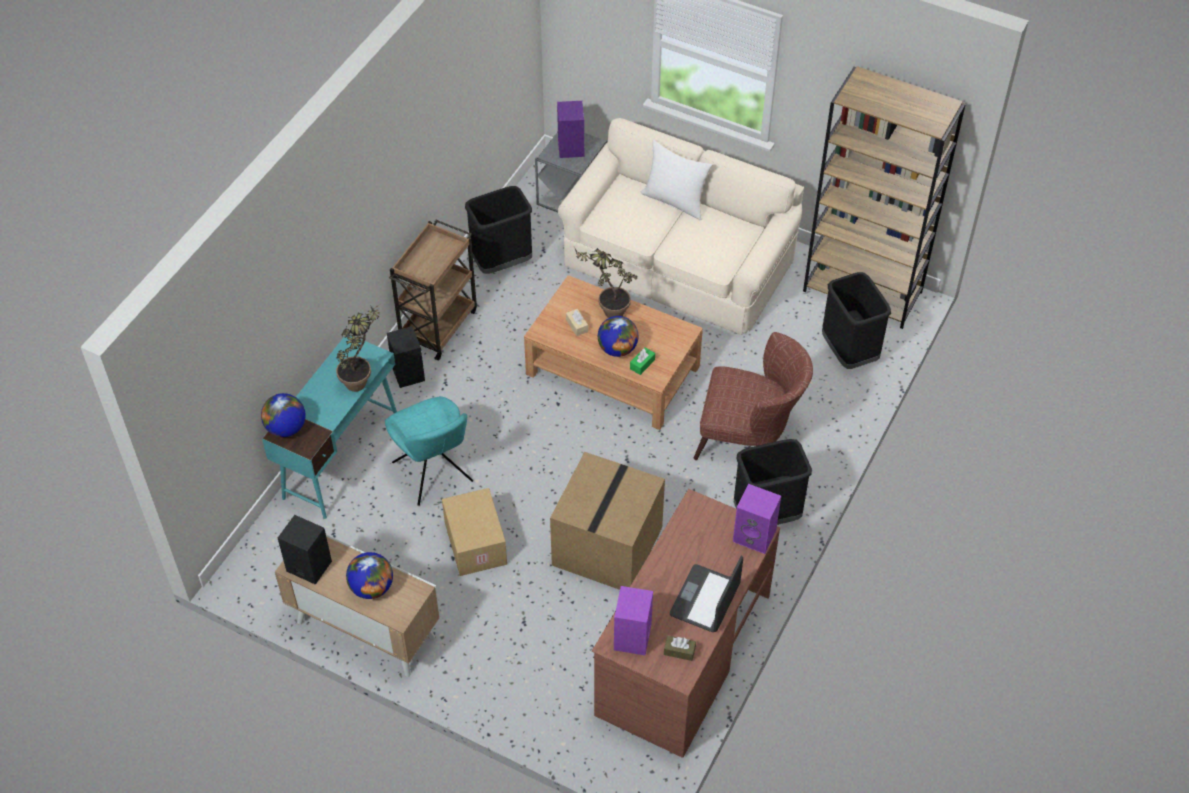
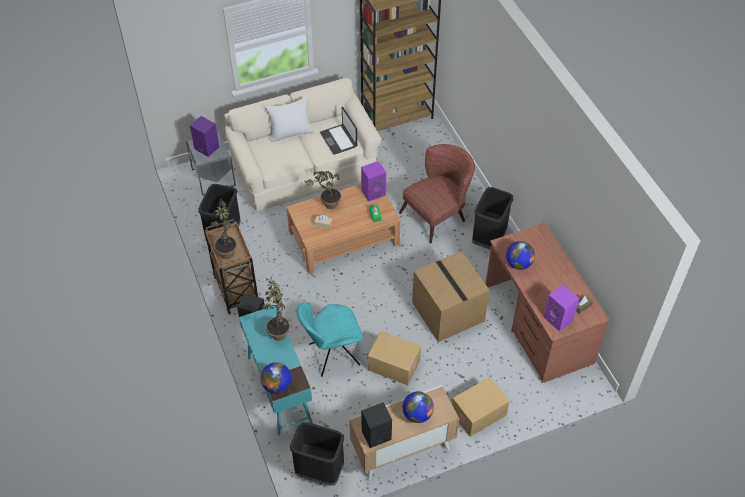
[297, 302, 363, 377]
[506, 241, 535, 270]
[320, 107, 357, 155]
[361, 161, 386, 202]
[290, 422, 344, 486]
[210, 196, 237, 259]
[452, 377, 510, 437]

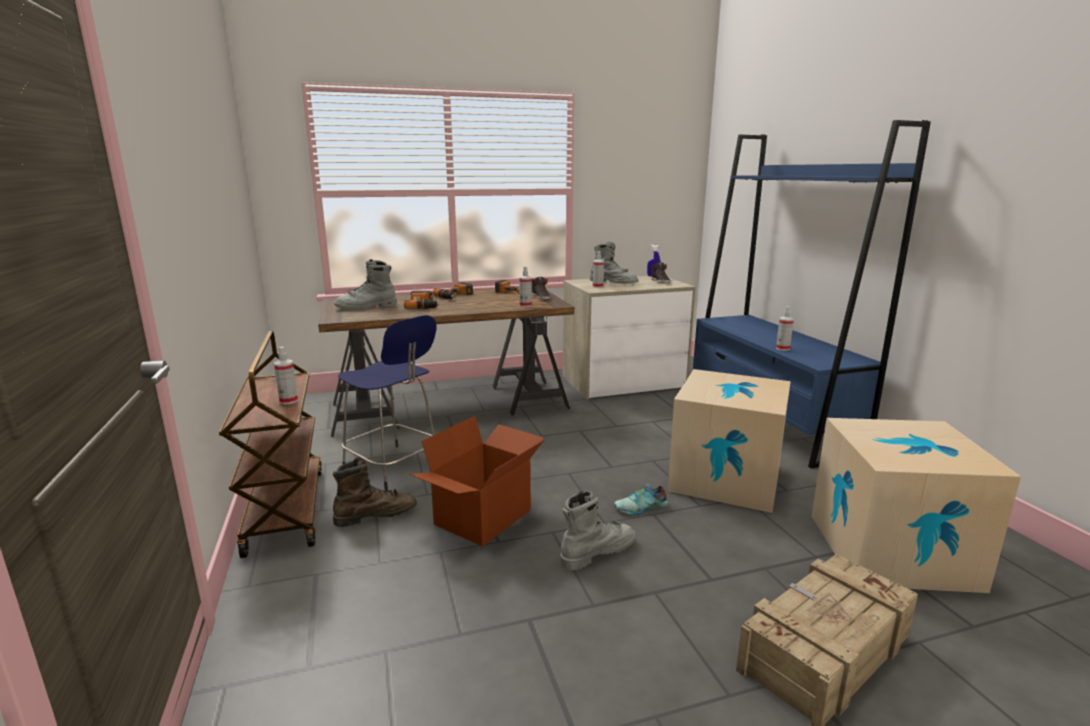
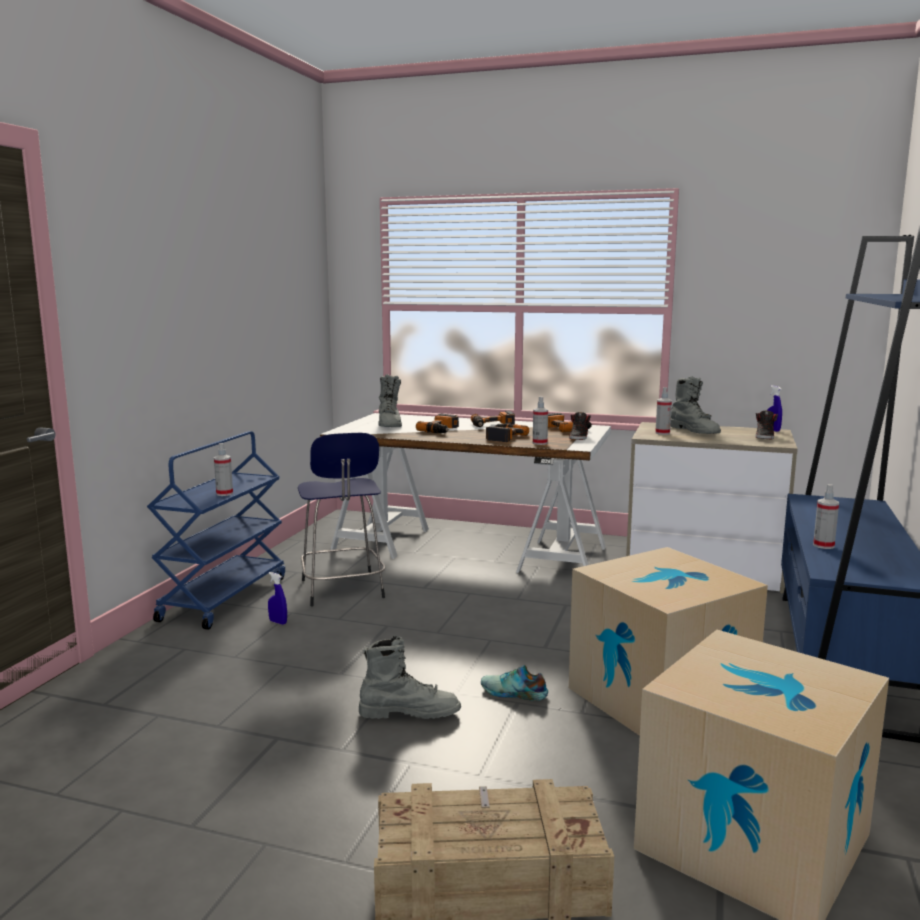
[147, 431, 285, 630]
[320, 413, 611, 573]
[268, 572, 287, 625]
[378, 374, 402, 427]
[410, 416, 544, 546] (first image)
[486, 423, 529, 442]

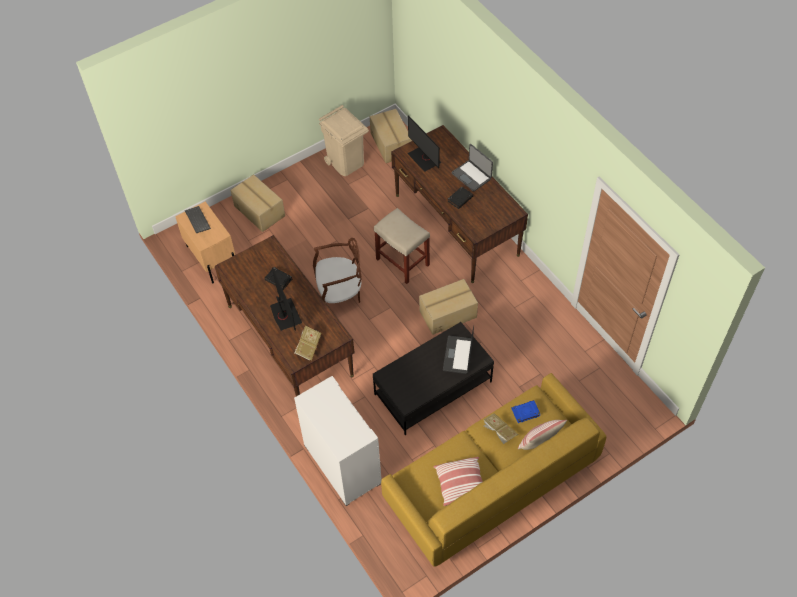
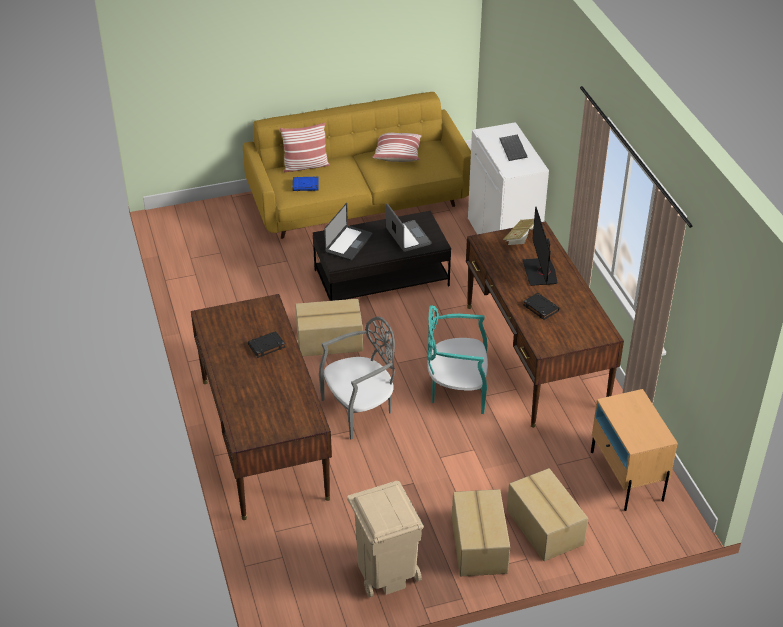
[499, 134, 528, 161]
[427, 305, 488, 414]
[452, 489, 510, 576]
[319, 316, 395, 439]
[407, 115, 441, 172] (first image)
[386, 203, 432, 252]
[483, 413, 518, 444] (first image)

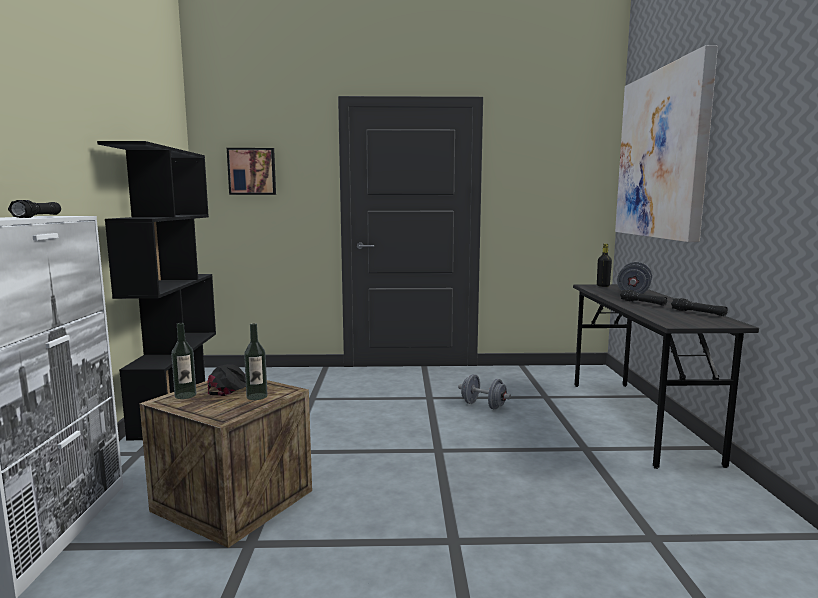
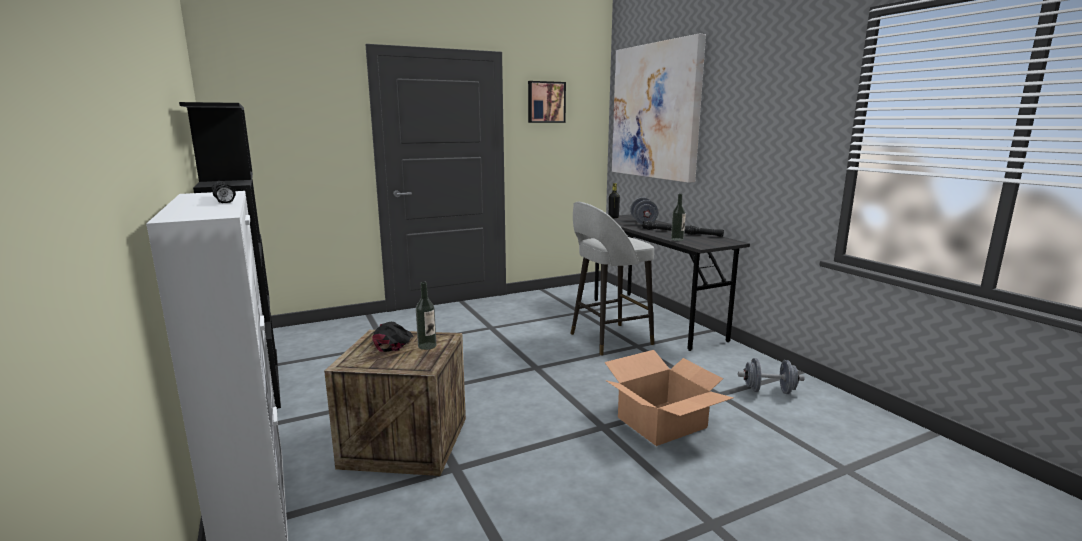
[671, 194, 686, 241]
[528, 81, 566, 123]
[738, 358, 805, 394]
[570, 202, 654, 356]
[605, 350, 733, 446]

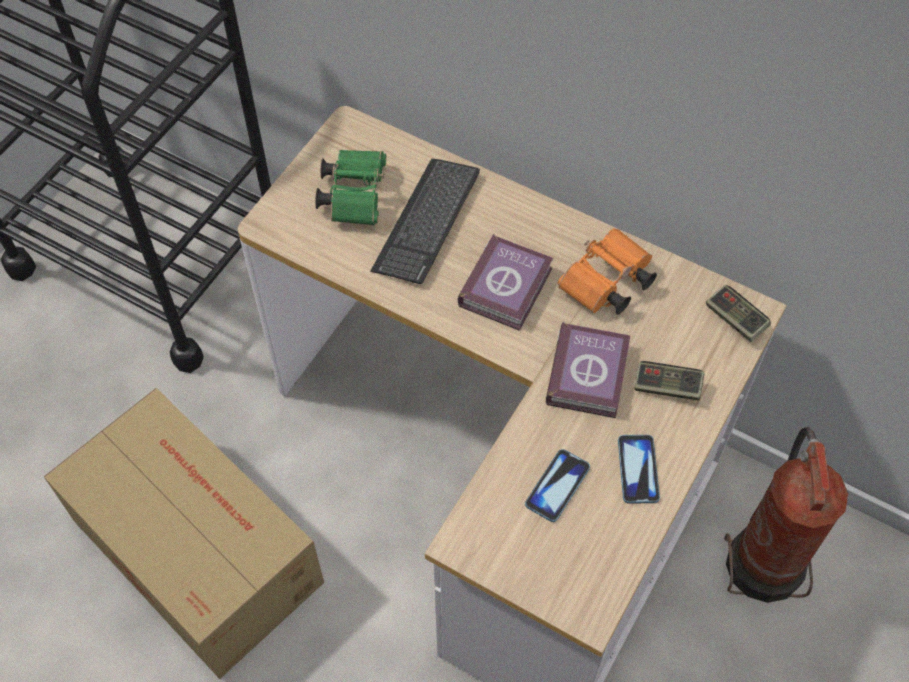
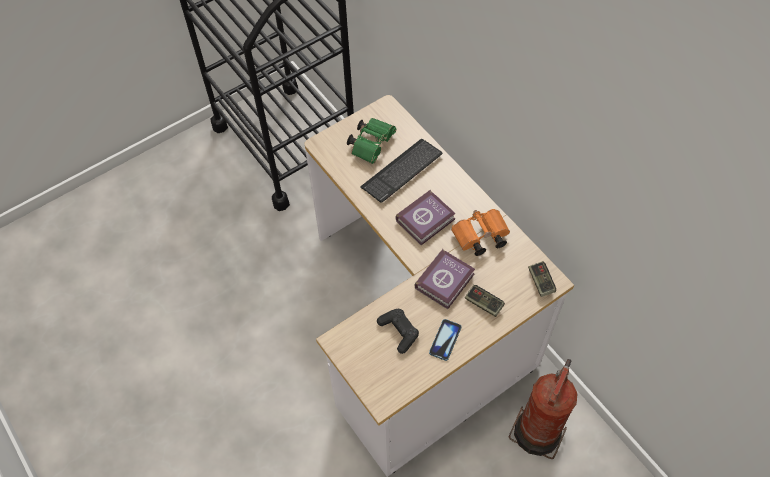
[44, 388, 324, 679] (first image)
[377, 309, 419, 354]

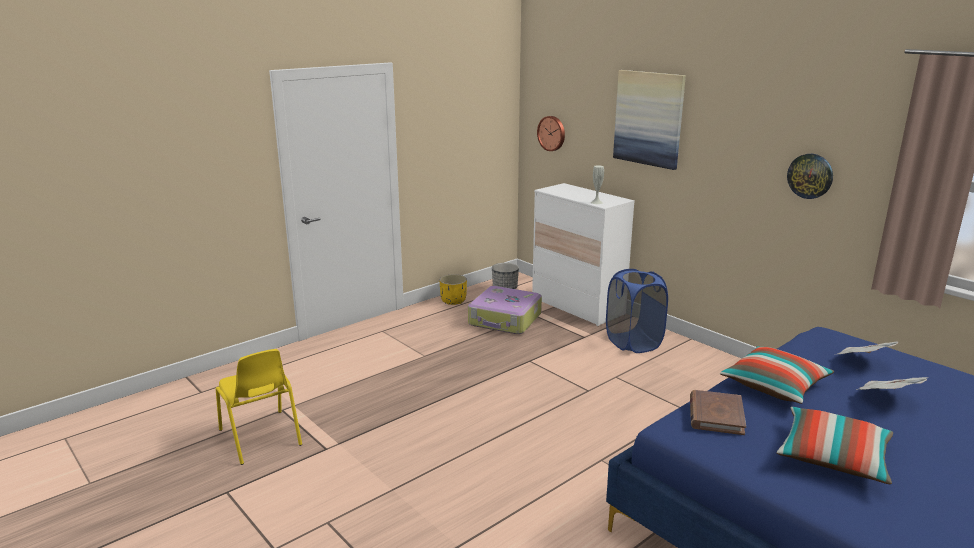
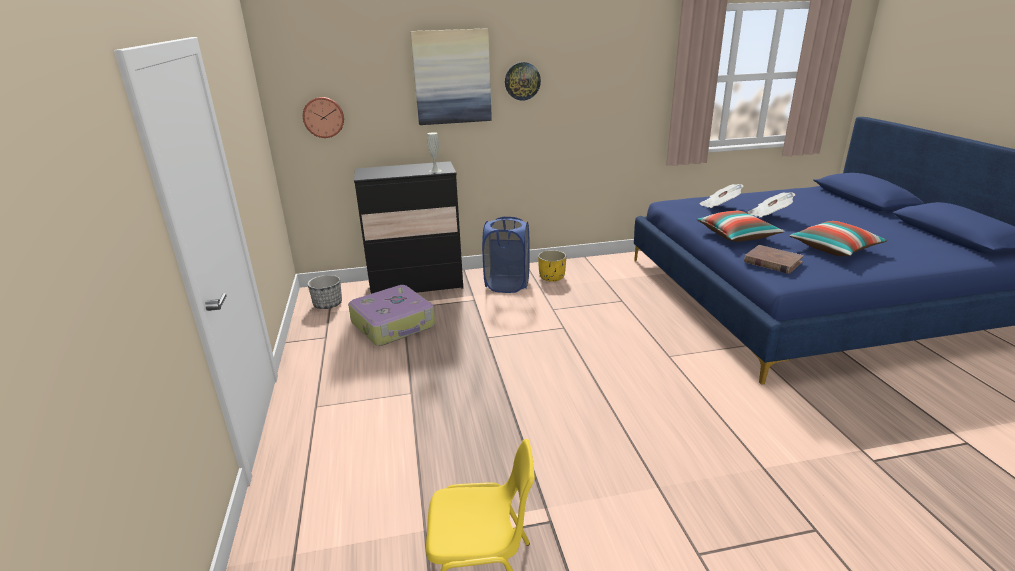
[538, 250, 566, 282]
[354, 161, 463, 294]
[505, 62, 541, 101]

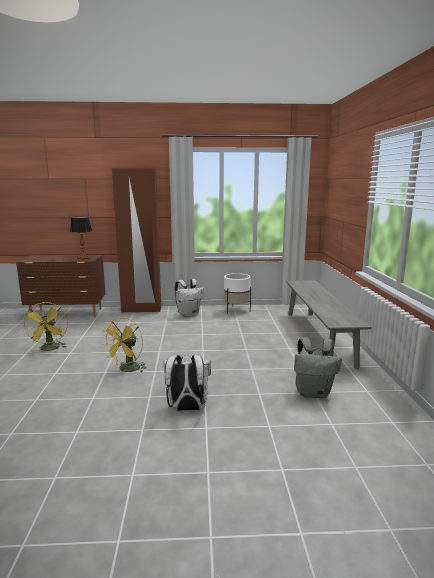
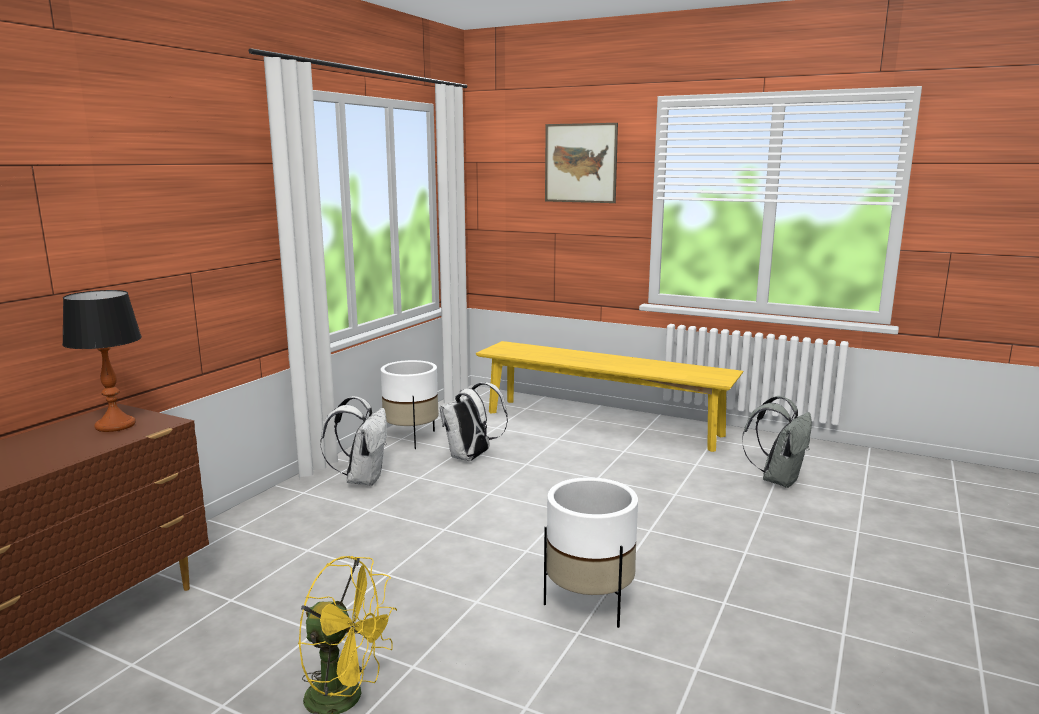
[544, 477, 638, 628]
[112, 168, 161, 313] (first image)
[440, 382, 508, 461]
[476, 341, 743, 452]
[545, 123, 618, 203]

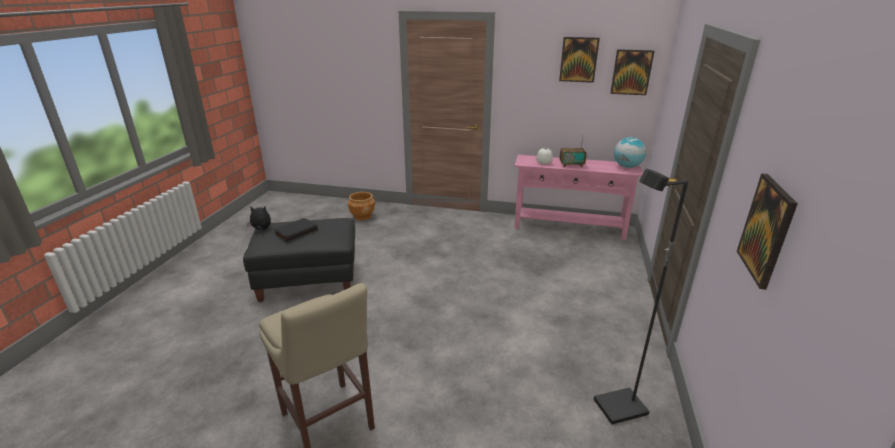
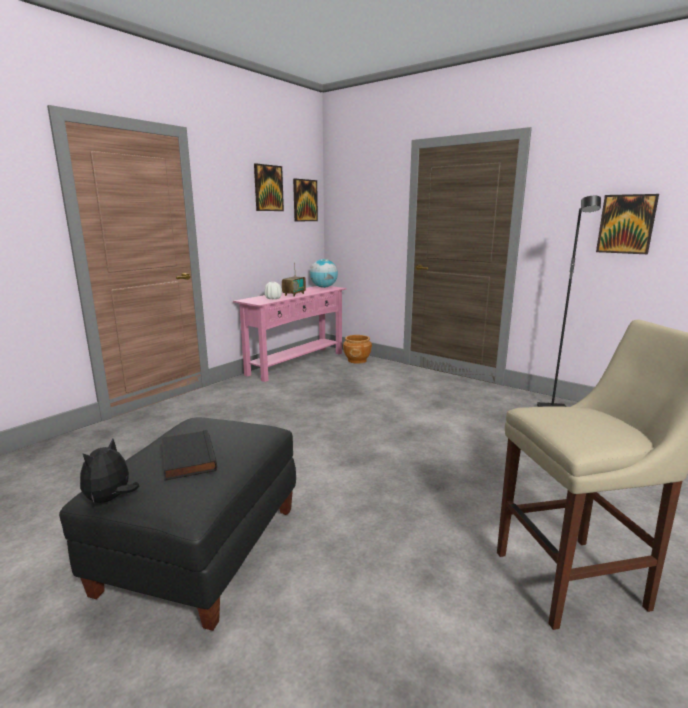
[343, 335, 372, 364]

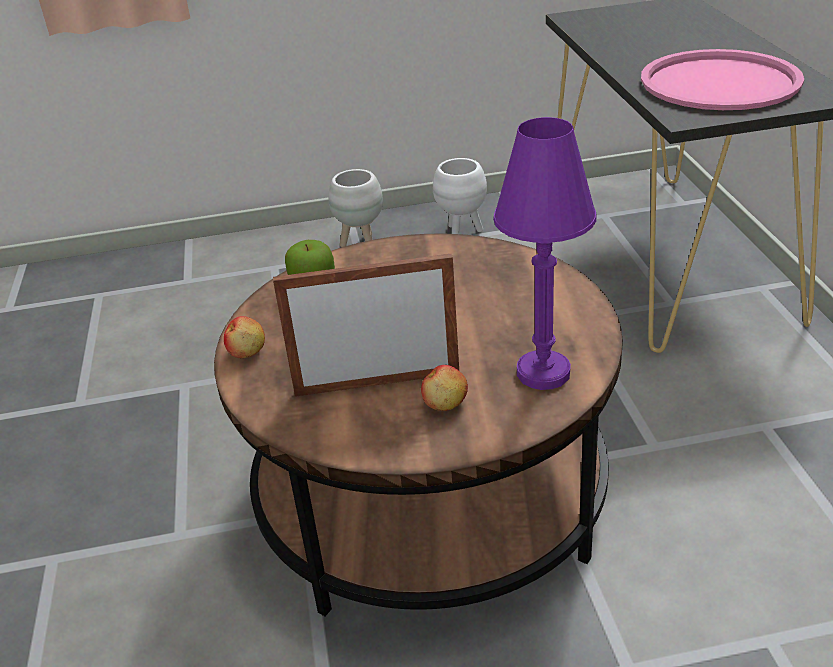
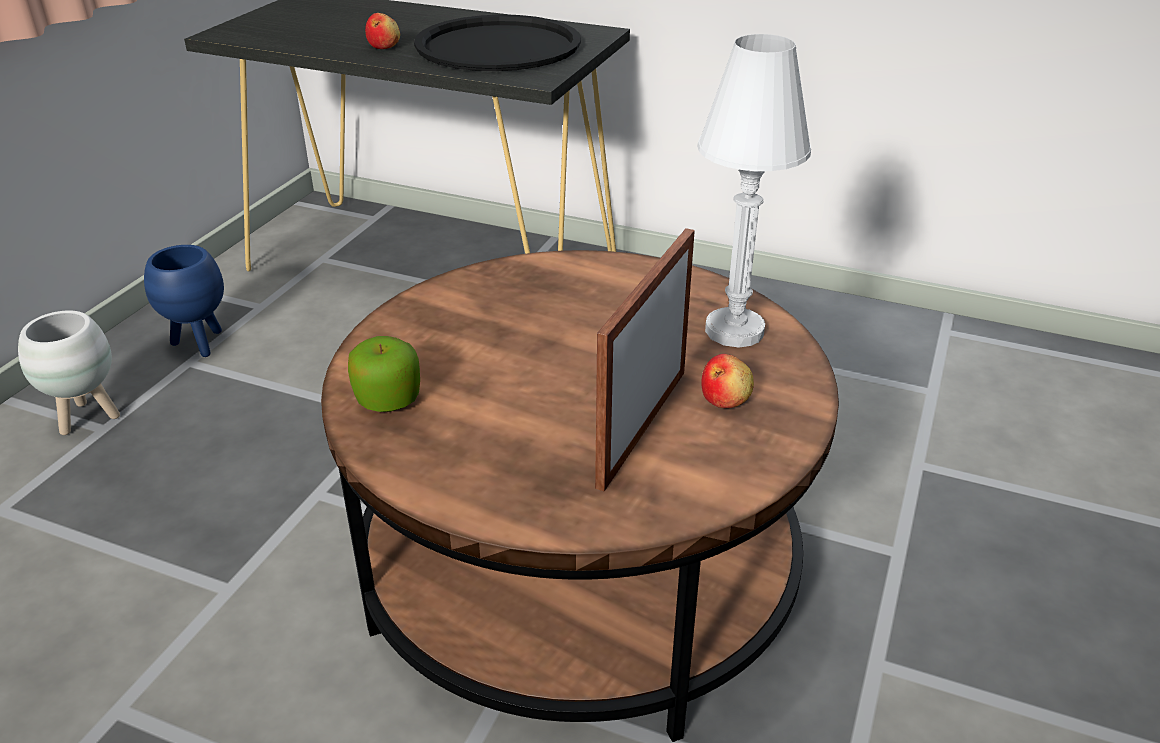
[365, 13, 400, 49]
[144, 245, 224, 357]
[697, 34, 811, 347]
[414, 15, 581, 71]

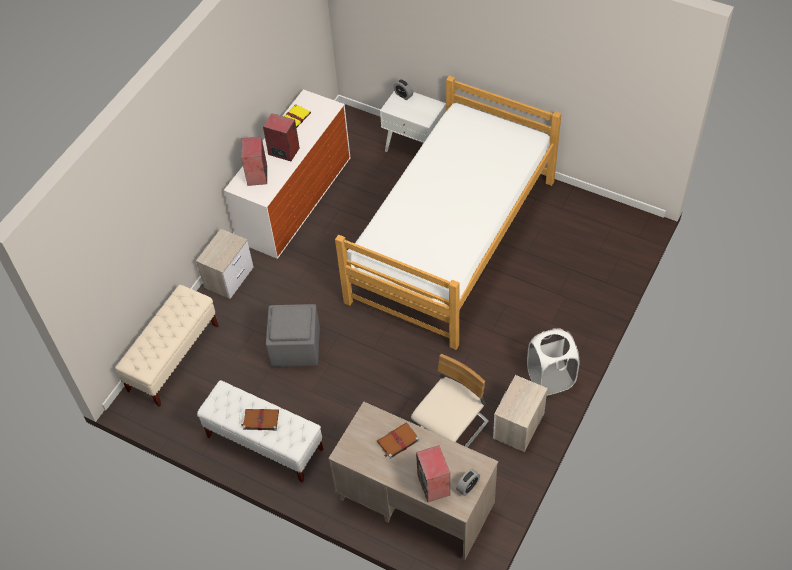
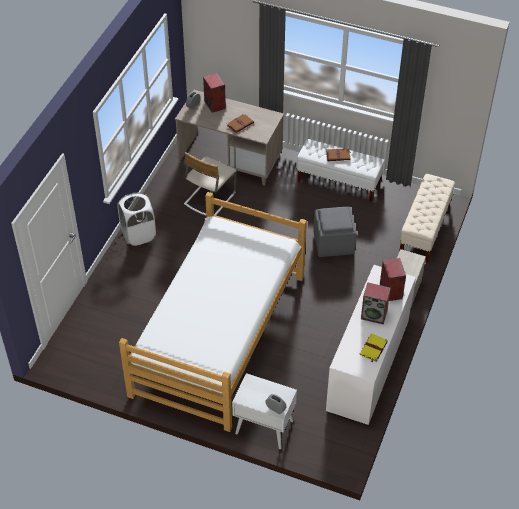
[493, 375, 548, 453] (first image)

